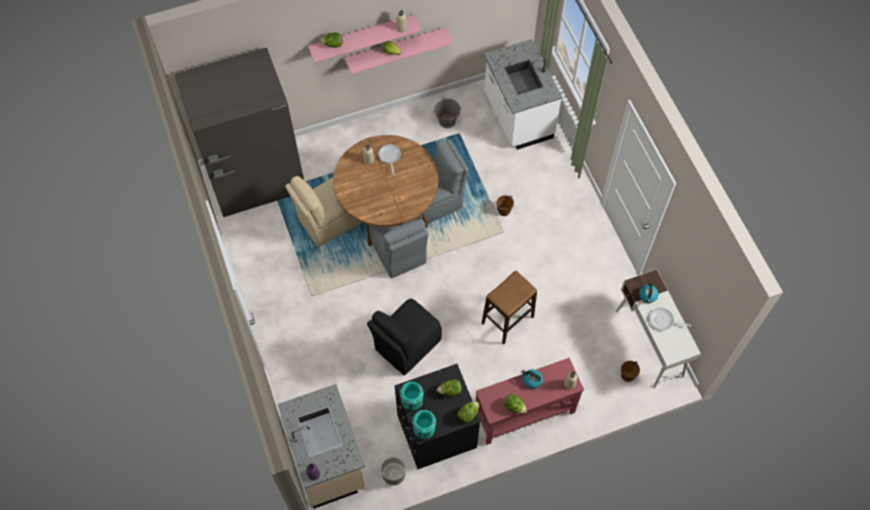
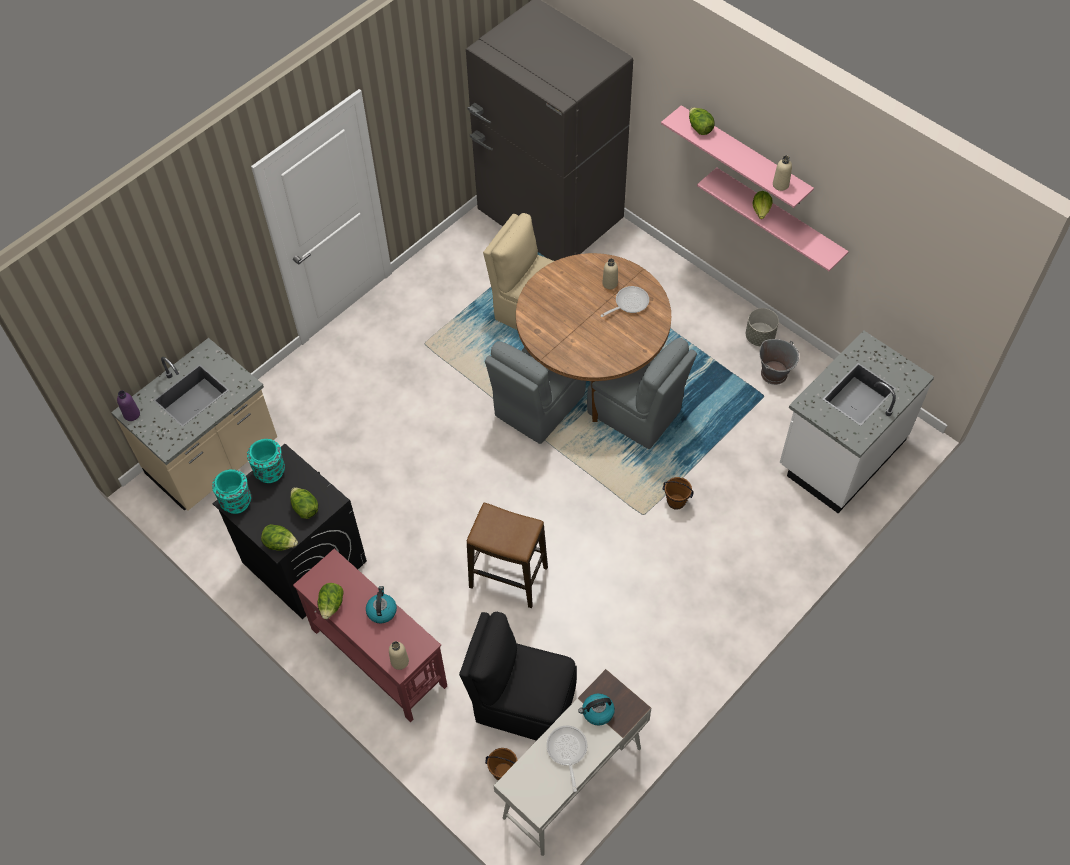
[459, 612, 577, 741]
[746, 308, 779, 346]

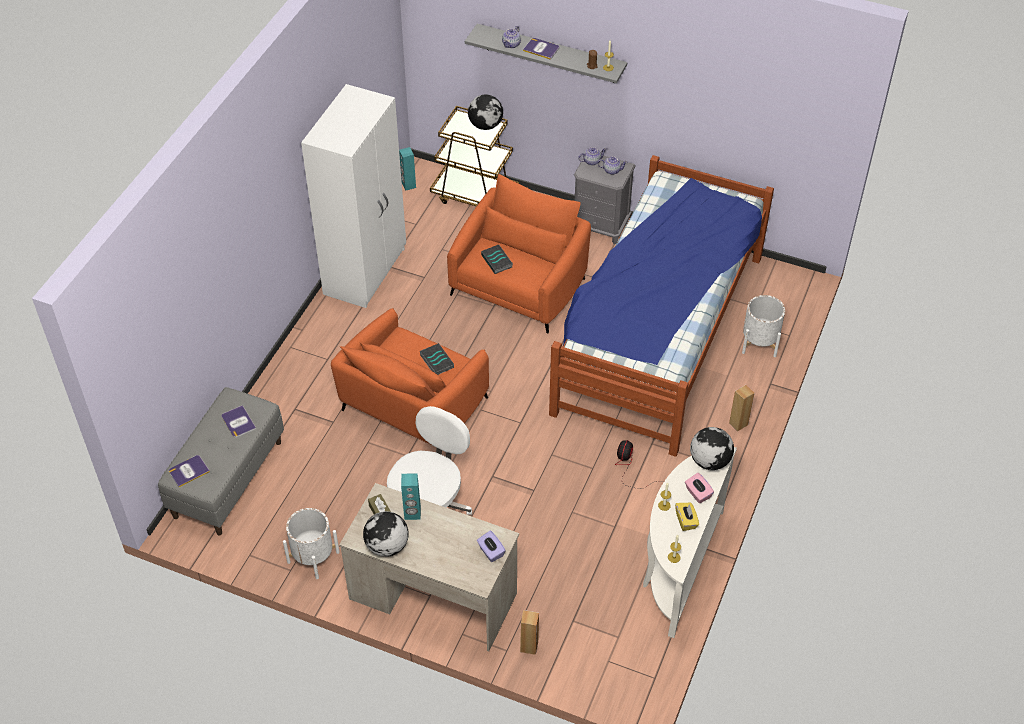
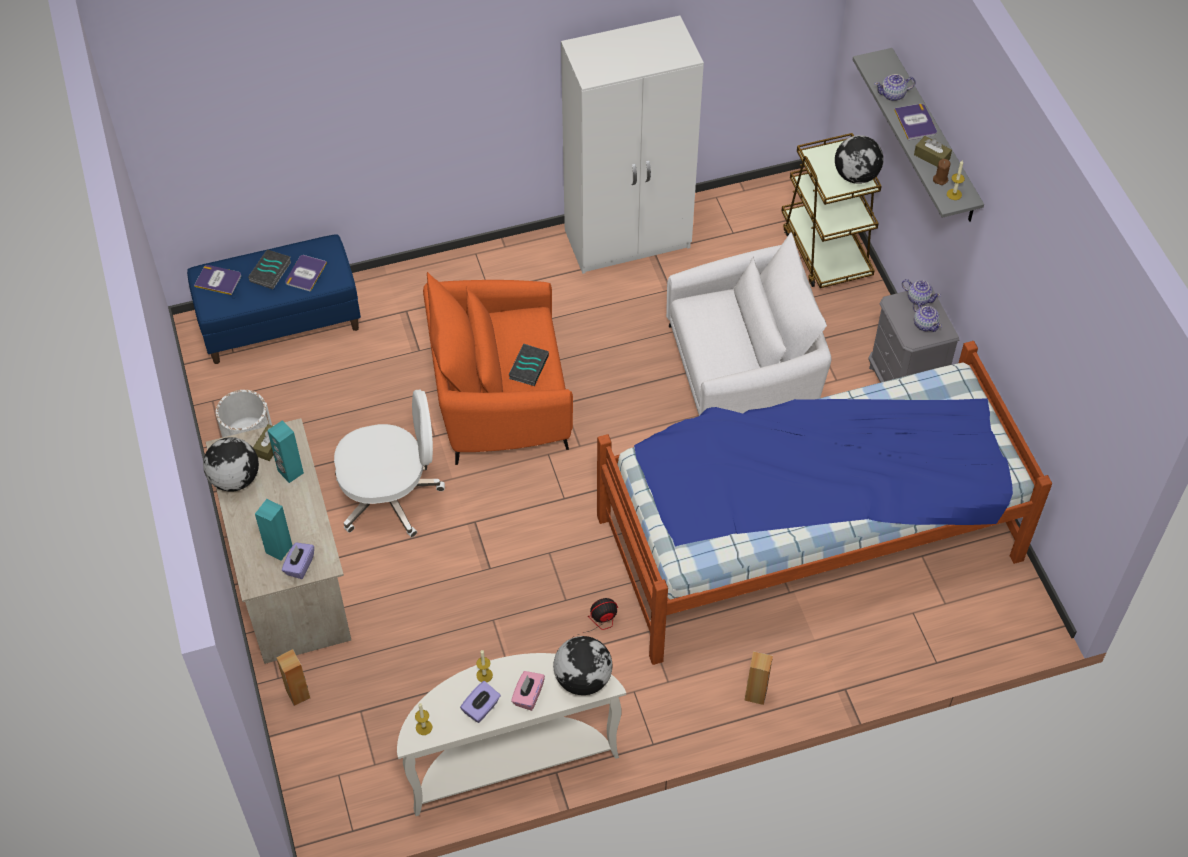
[187, 234, 361, 364]
[255, 499, 293, 561]
[666, 232, 831, 416]
[248, 250, 291, 289]
[460, 681, 501, 723]
[742, 295, 785, 357] (first image)
[914, 136, 952, 167]

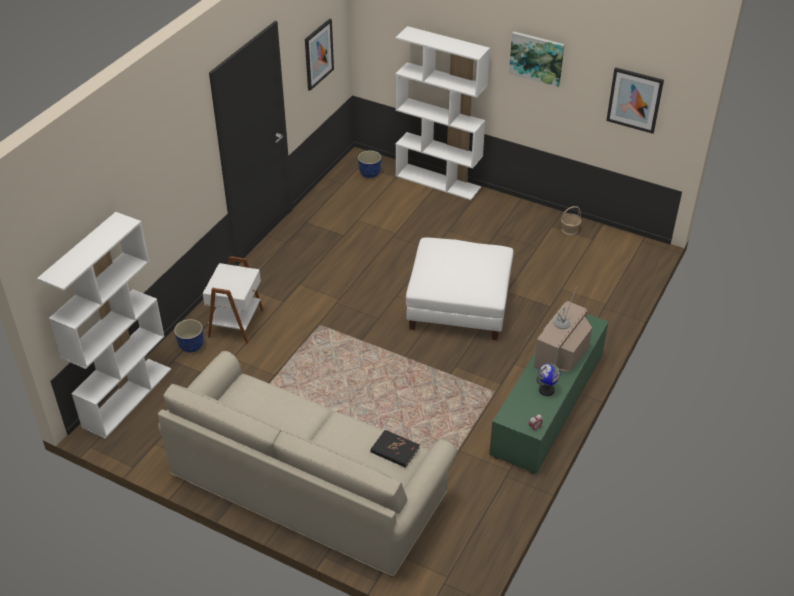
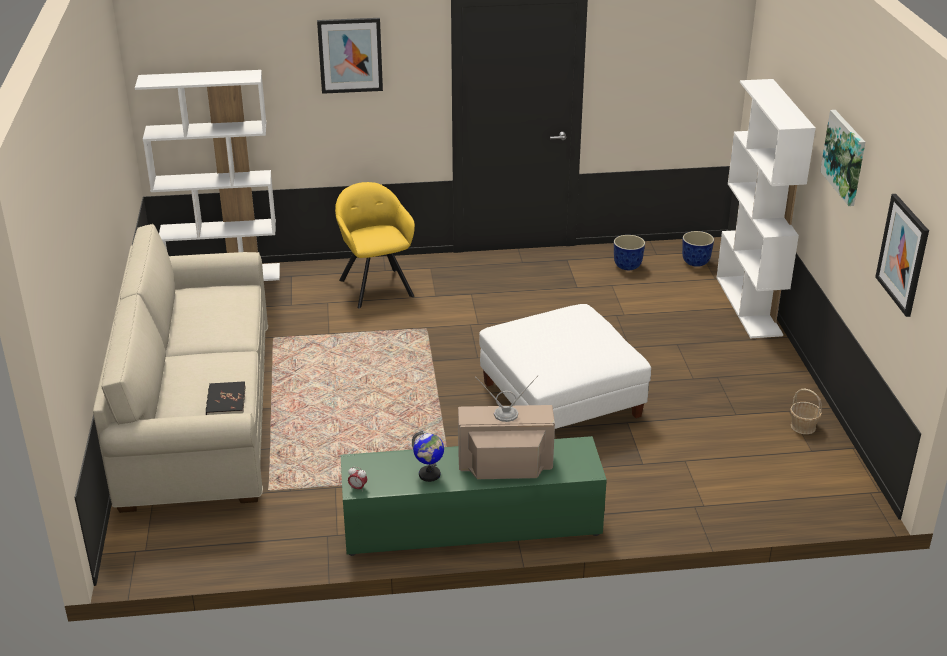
[614, 235, 645, 270]
[335, 182, 415, 308]
[317, 18, 383, 94]

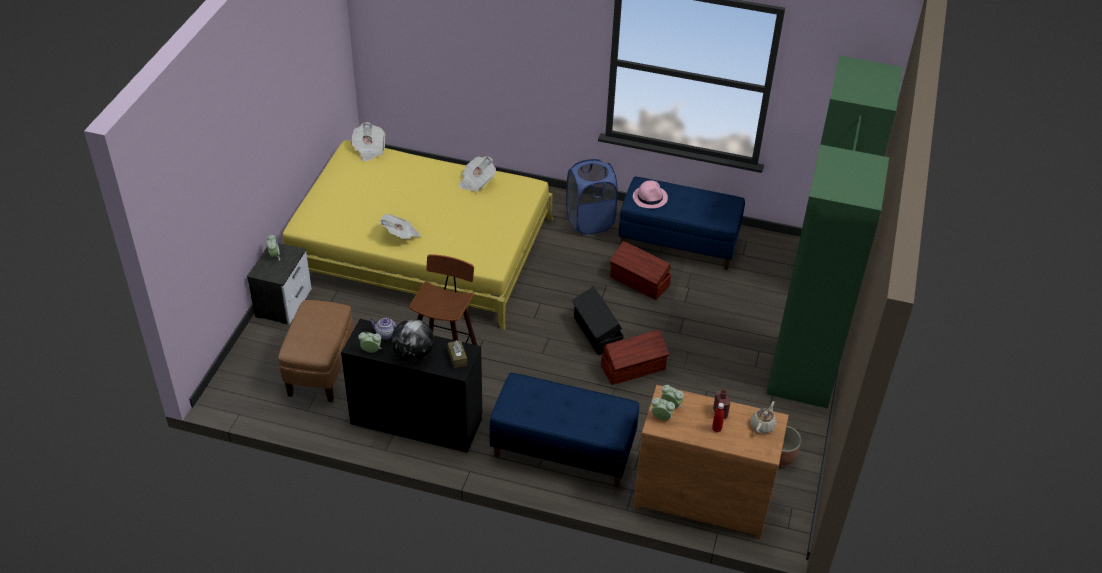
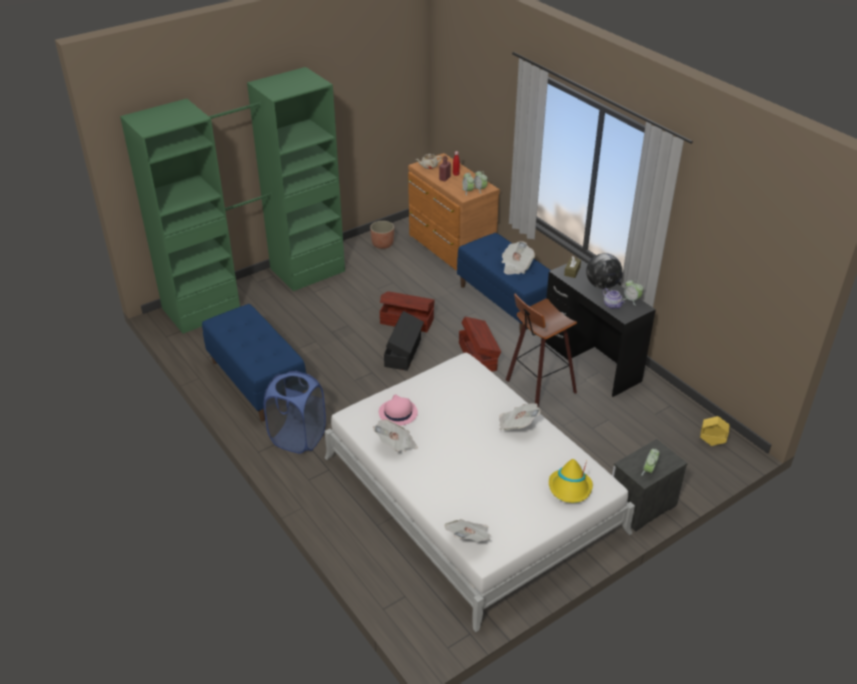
[278, 300, 354, 402] (first image)
[325, 352, 635, 632]
[459, 317, 501, 372]
[379, 394, 418, 426]
[502, 241, 535, 275]
[549, 459, 593, 503]
[700, 416, 730, 446]

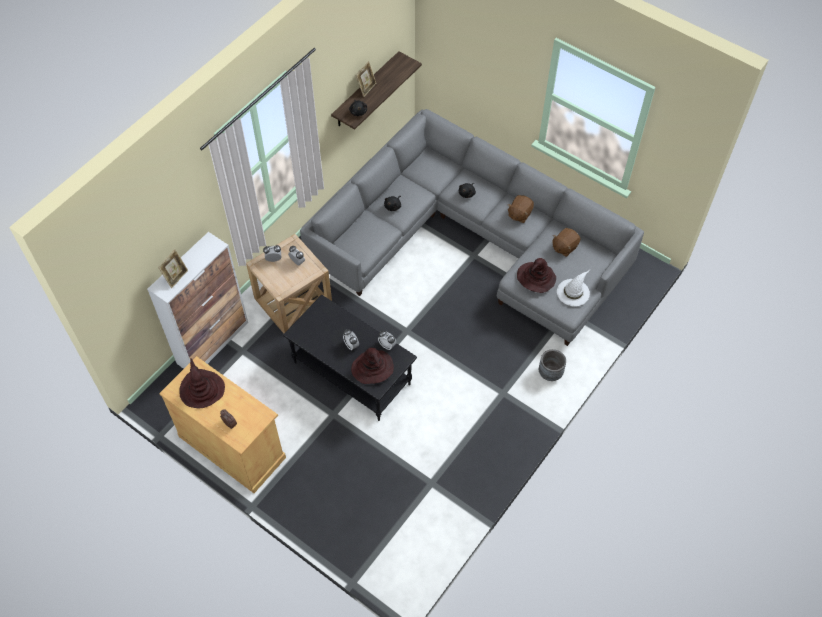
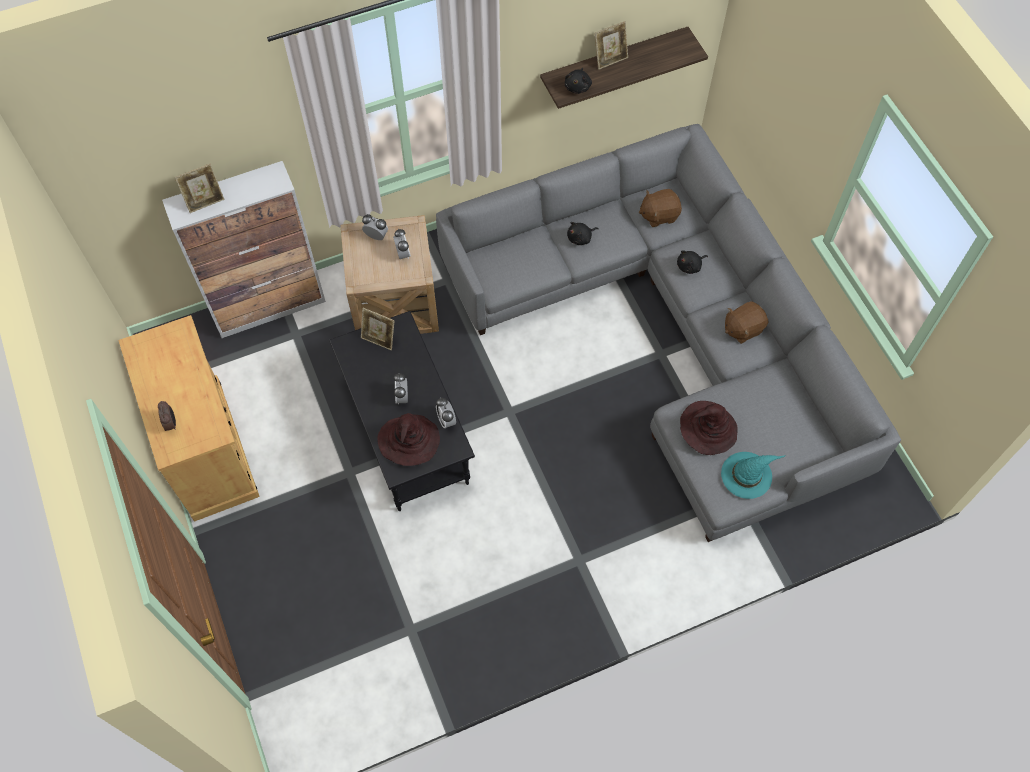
[179, 358, 225, 408] (first image)
[539, 349, 566, 381] (first image)
[639, 189, 682, 227]
[721, 452, 786, 499]
[361, 308, 394, 350]

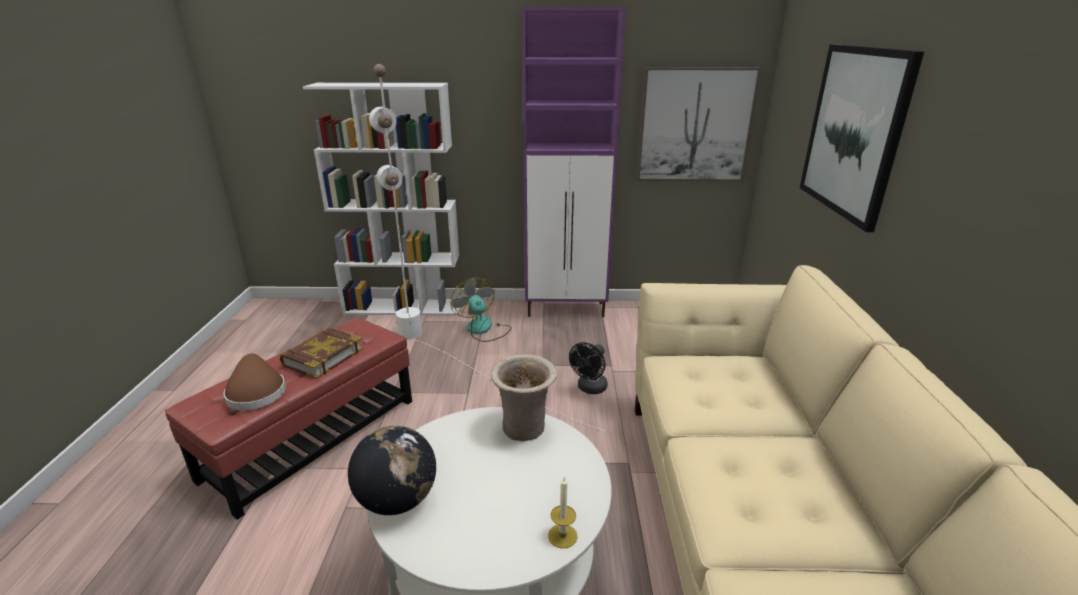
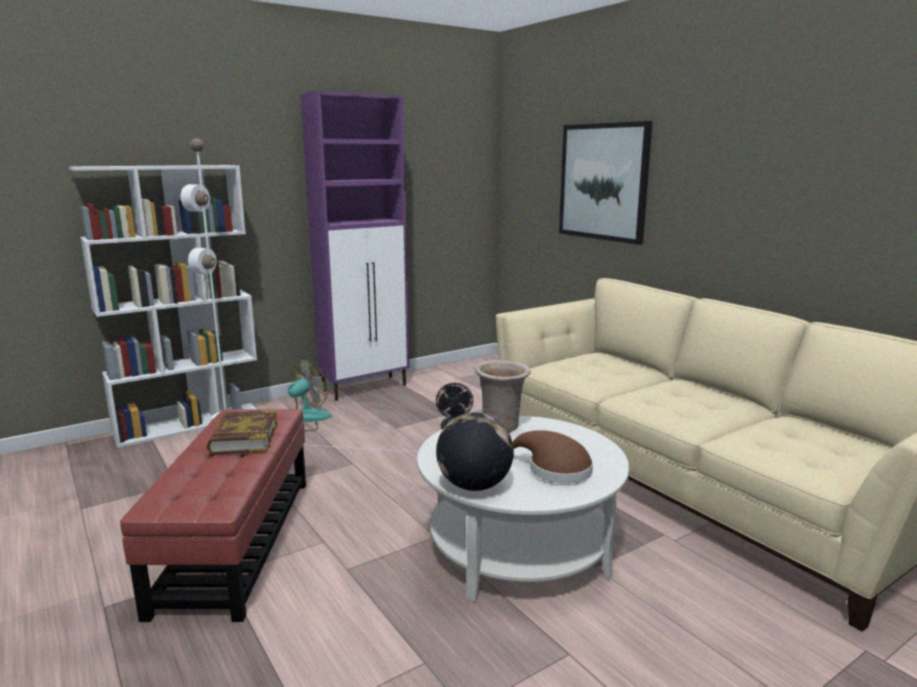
[512, 430, 593, 483]
[288, 360, 332, 431]
[548, 476, 578, 549] (first image)
[636, 67, 762, 182] (first image)

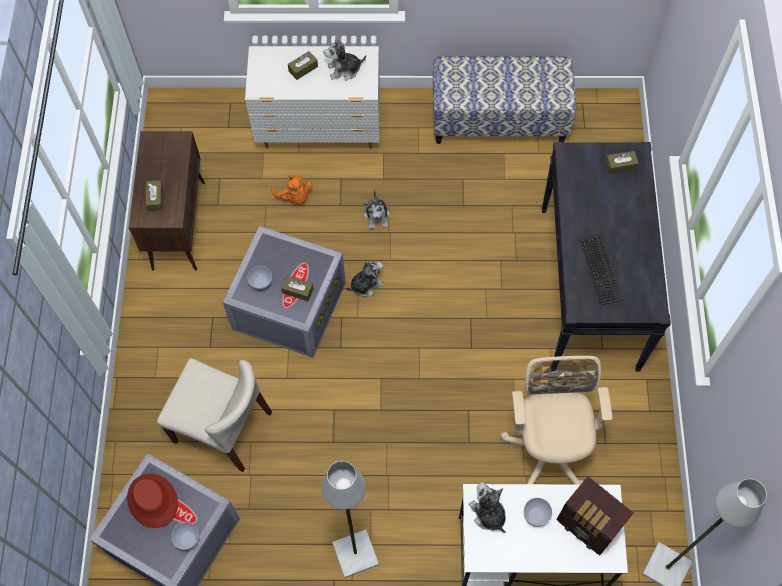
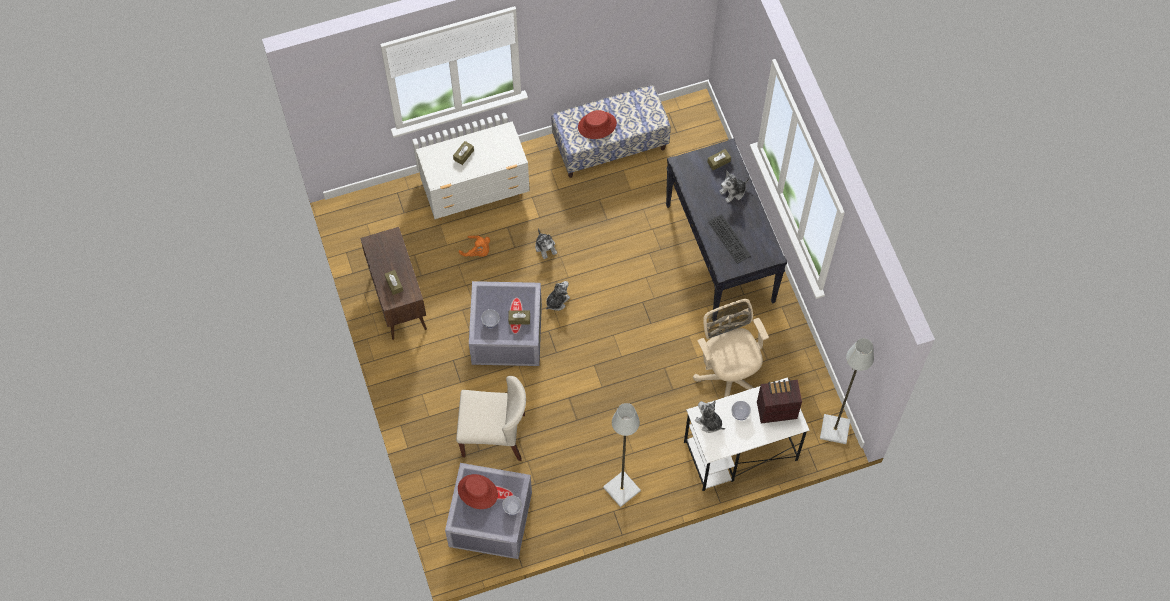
[719, 171, 749, 203]
[757, 379, 802, 424]
[578, 110, 617, 139]

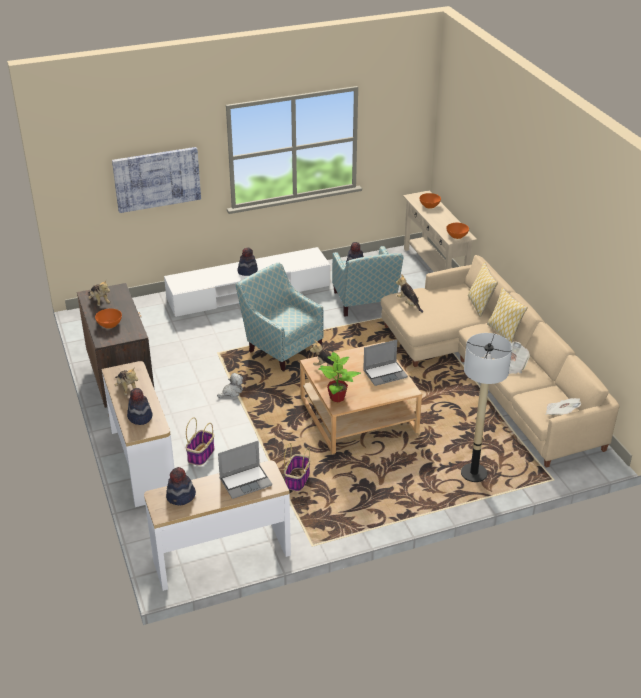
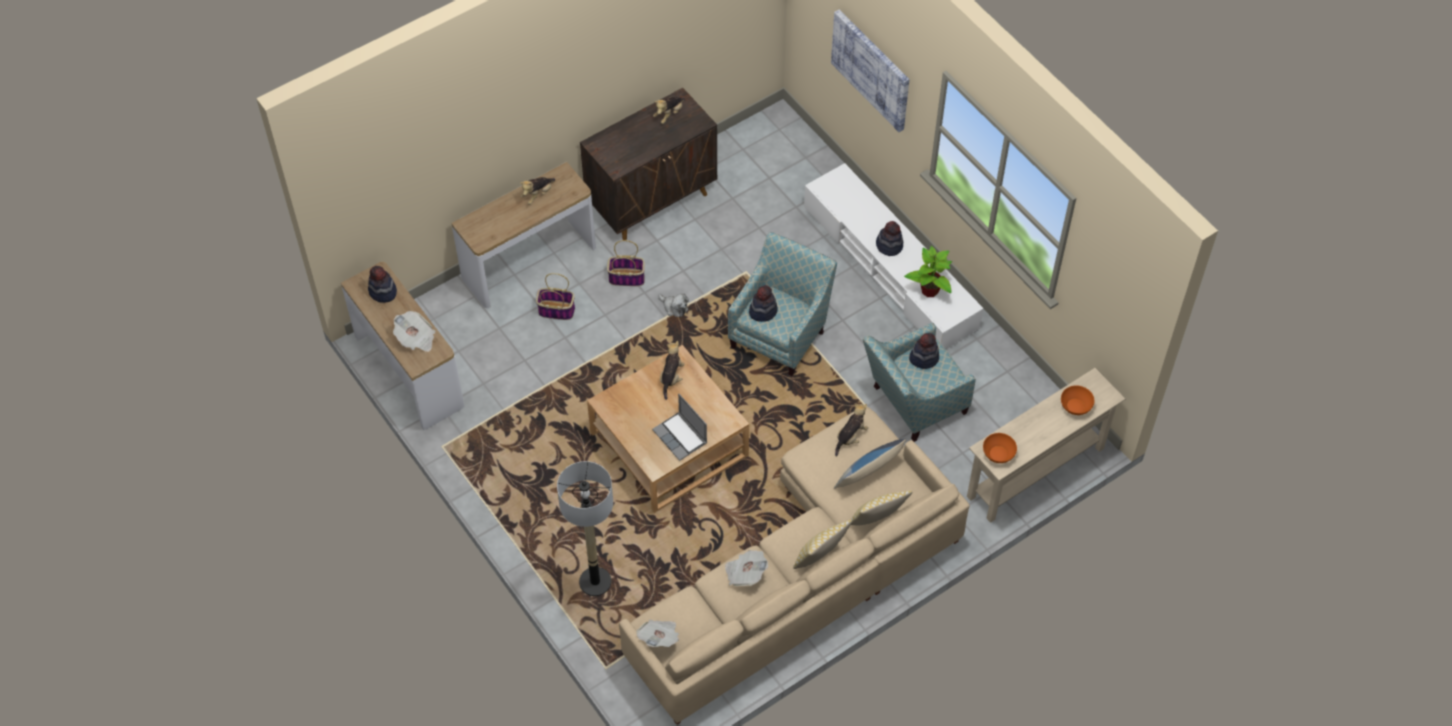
[95, 308, 122, 329] (first image)
[749, 285, 778, 322]
[393, 311, 435, 352]
[607, 240, 645, 286]
[904, 246, 953, 297]
[834, 439, 906, 489]

